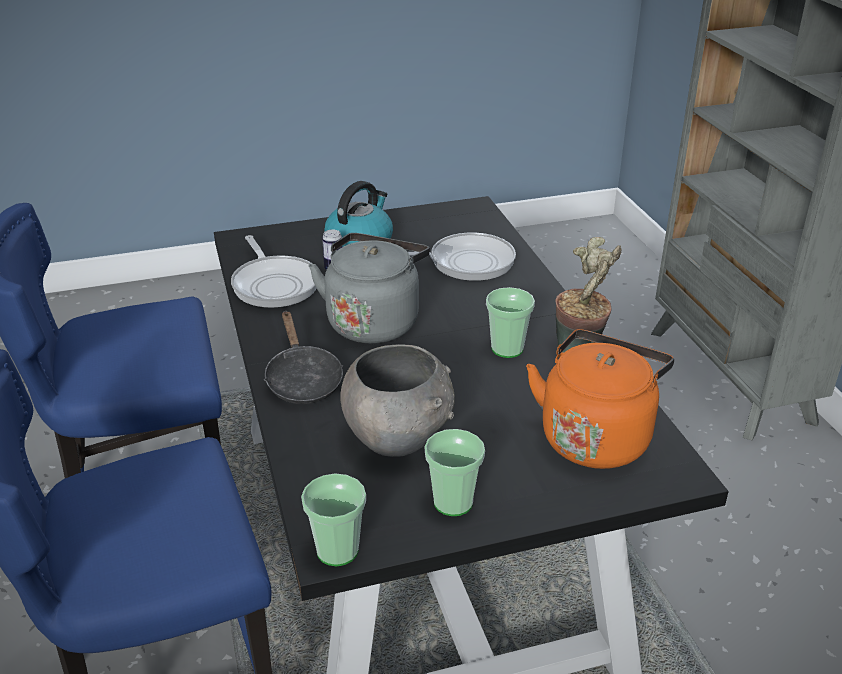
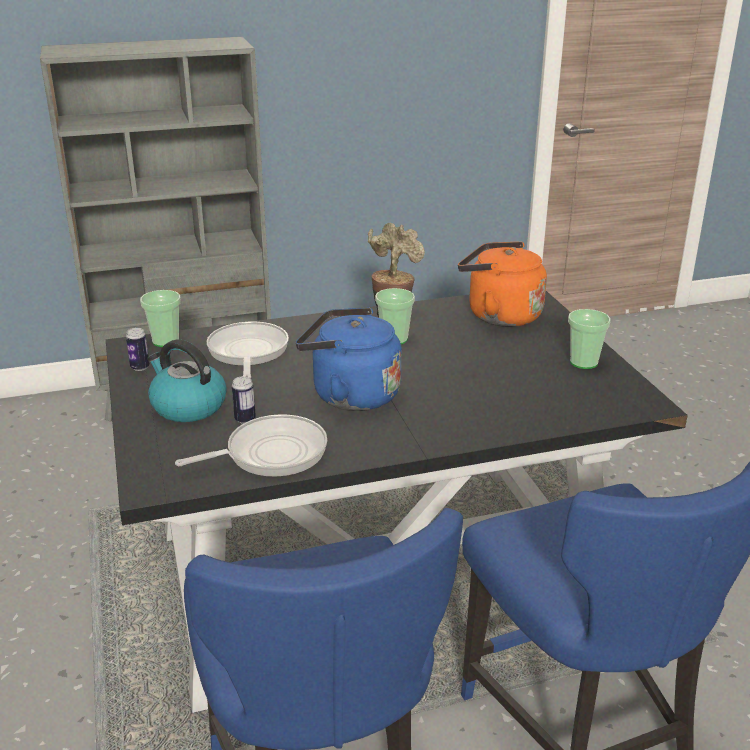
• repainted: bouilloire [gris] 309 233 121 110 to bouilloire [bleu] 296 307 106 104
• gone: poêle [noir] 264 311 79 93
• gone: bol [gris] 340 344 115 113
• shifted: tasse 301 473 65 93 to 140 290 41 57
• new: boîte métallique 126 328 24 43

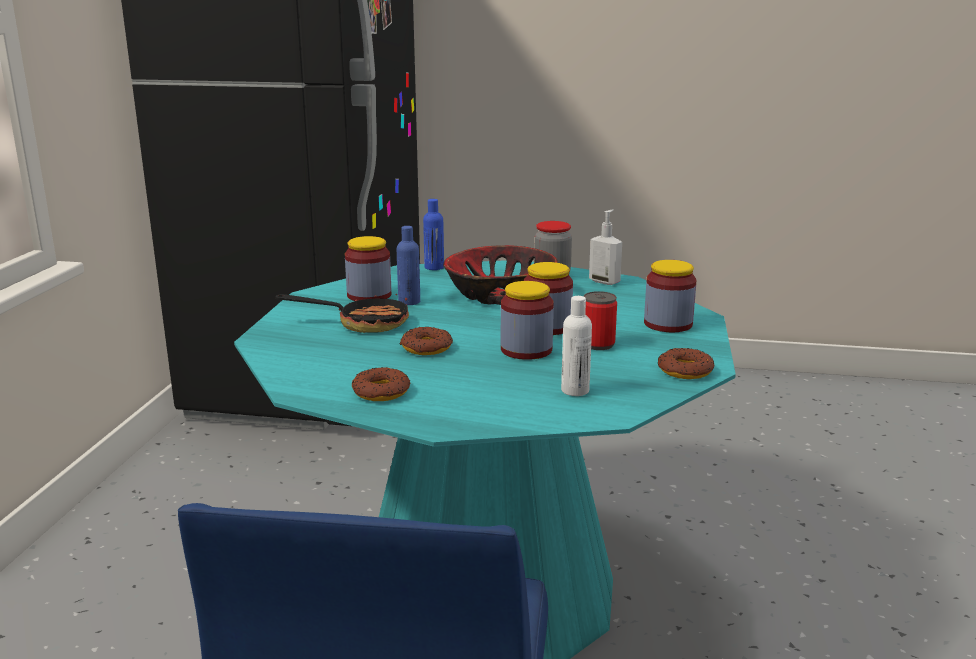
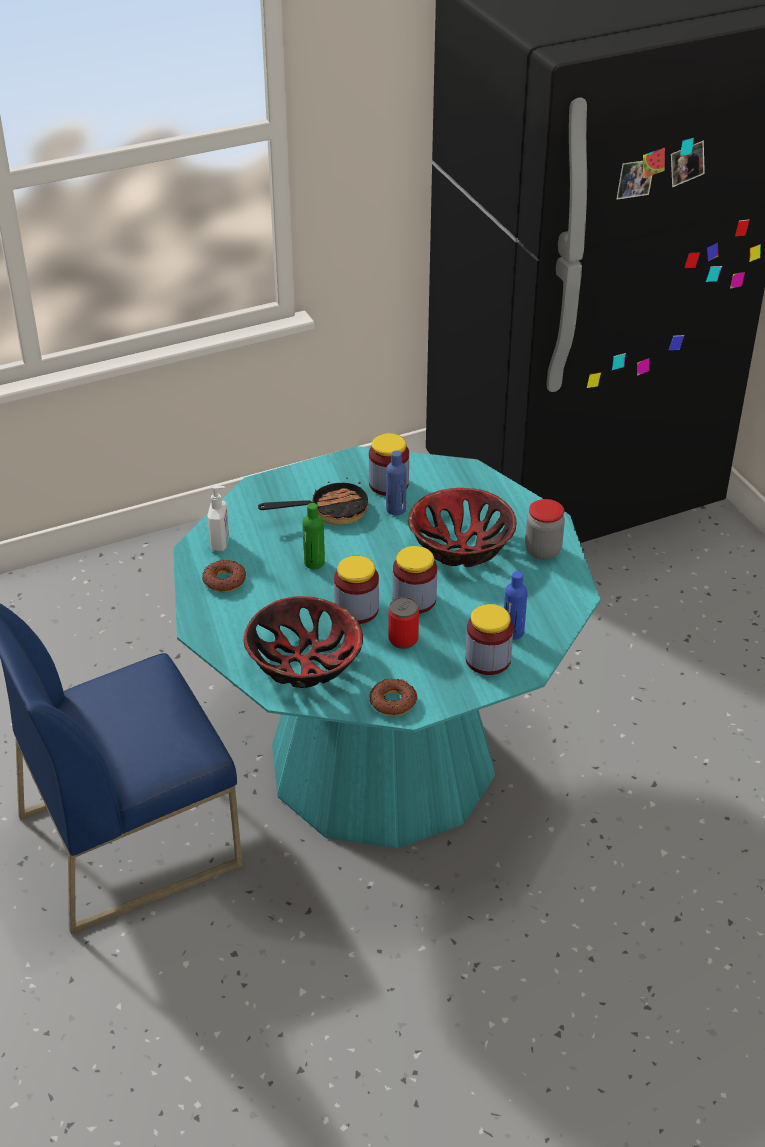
• shifted: bouteille [bleu] 423 199 21 71 to 504 571 23 69
• shifted: distributeur de savon 589 209 33 76 to 207 485 22 66
• rotated: poêle 275 294 134 39 = 258 477 111 48 75 degrees counterclockwise
• swapped: bouteille [blanc] 561 296 31 100 to bol 243 596 120 92
• swapped: beignet 399 327 54 28 to bouteille [vert] 302 503 23 66

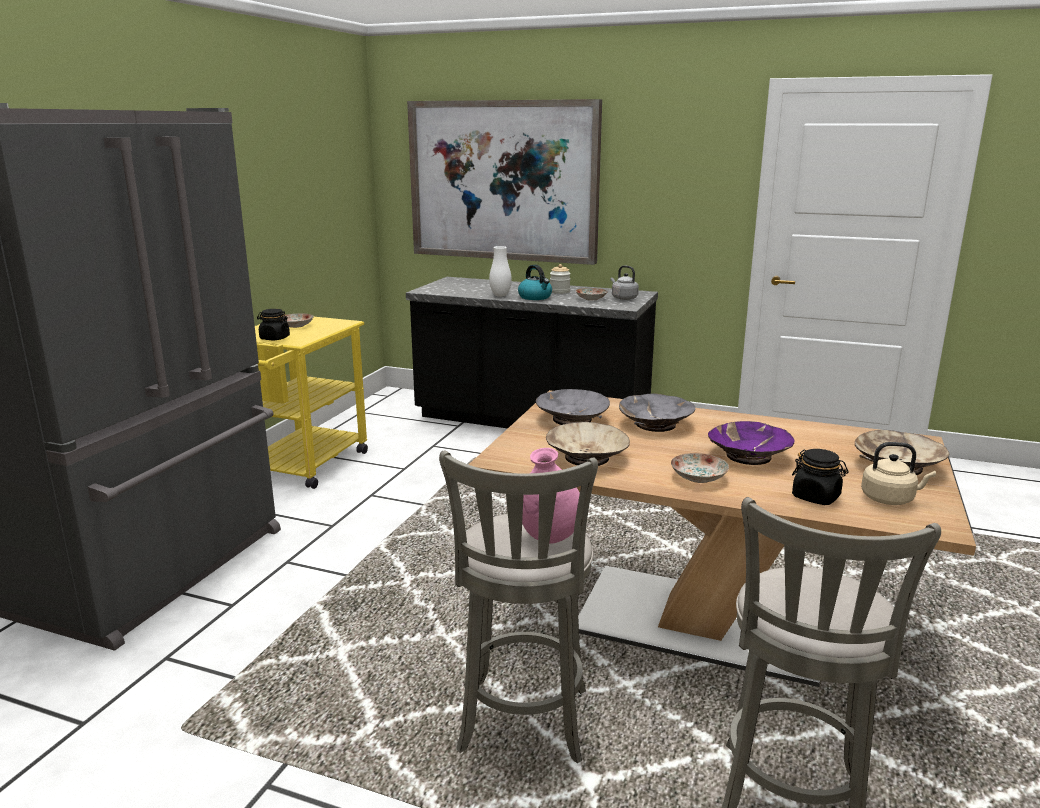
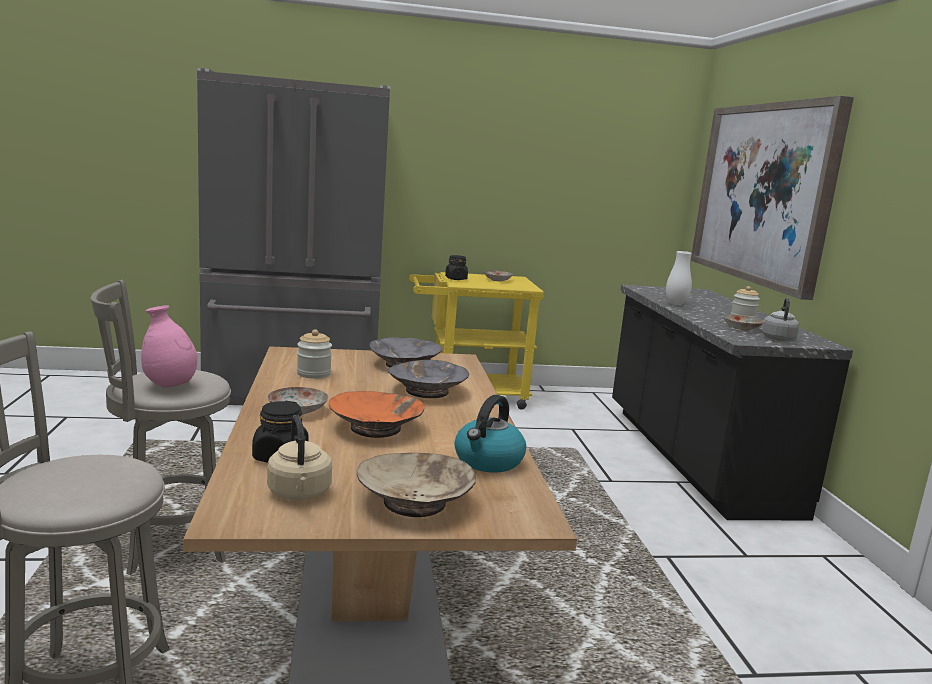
• shifted: bouilloire 518 265 34 35 to 455 395 71 77
• repainted: bol [violet] 708 421 87 44 to bol [orange] 329 391 96 47
• swapped: bol [beige] 546 422 84 44 to bocal 297 330 35 49

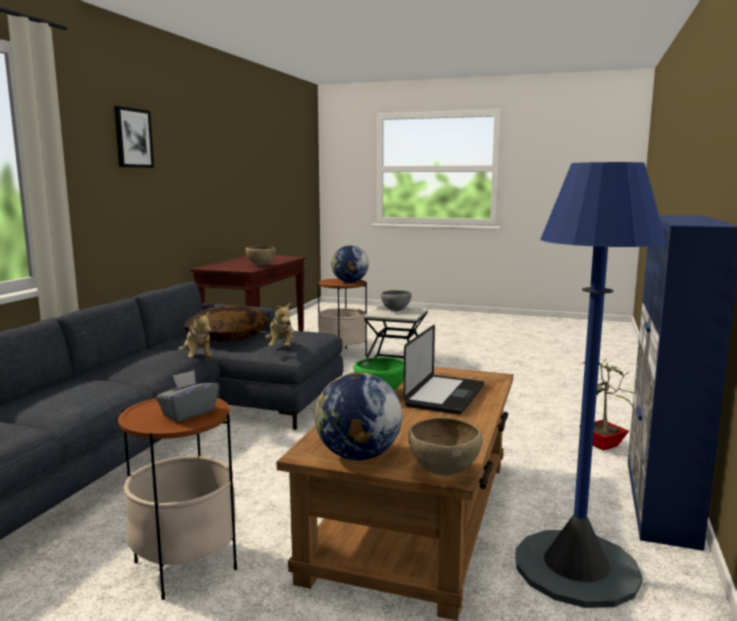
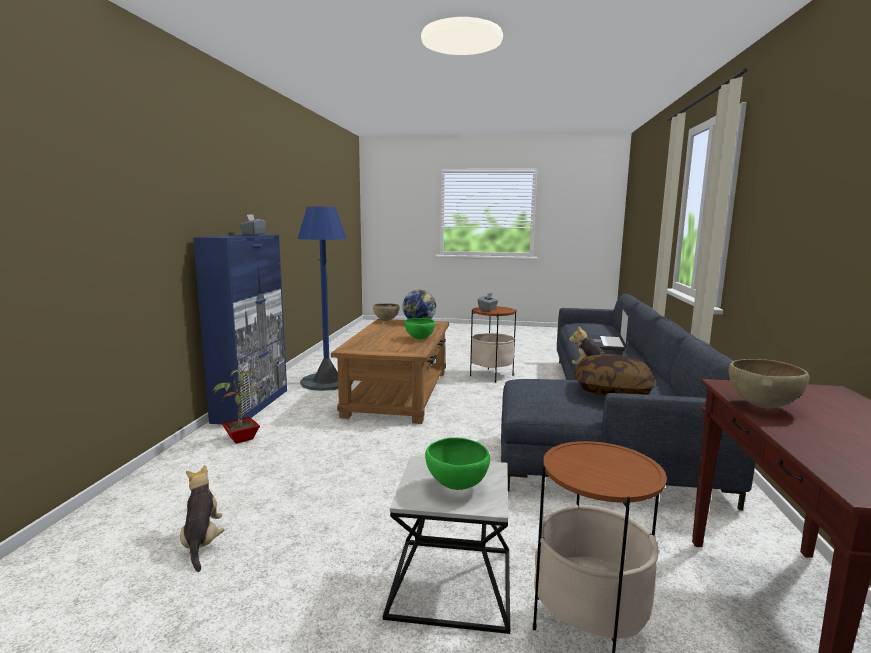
• gone: tableau 114 106 40 62
• gone: globe 331 245 38 38
• repainted: bol [gris] 381 290 31 21 to bol [vert] 425 437 65 53
• shifted: peluche 265 303 29 44 to 180 465 44 107
• shifted: ordinateur portable 403 325 81 90 to 588 307 41 44
• new: boîte à mouchoirs [gris] 239 214 27 21

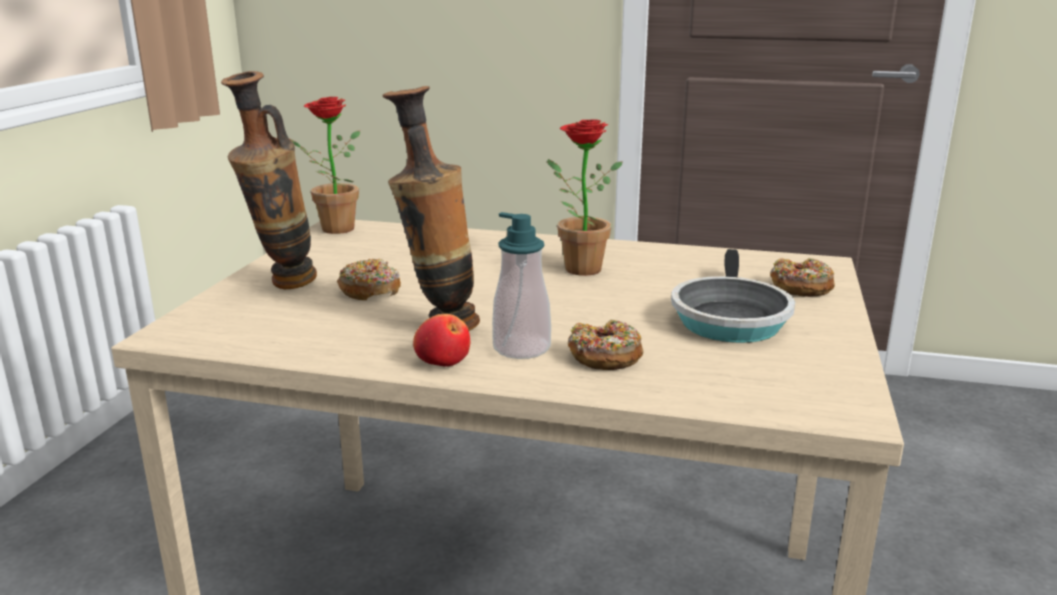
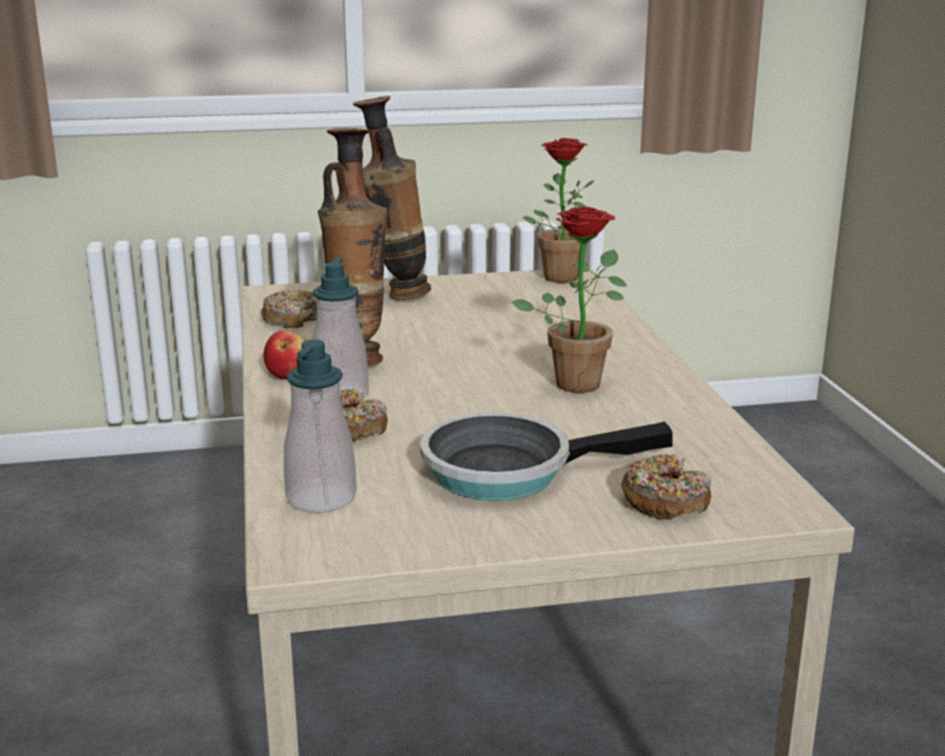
• shifted: beignet 337 259 64 41 to 261 289 56 40
• new: distributeur de savon 284 340 73 173

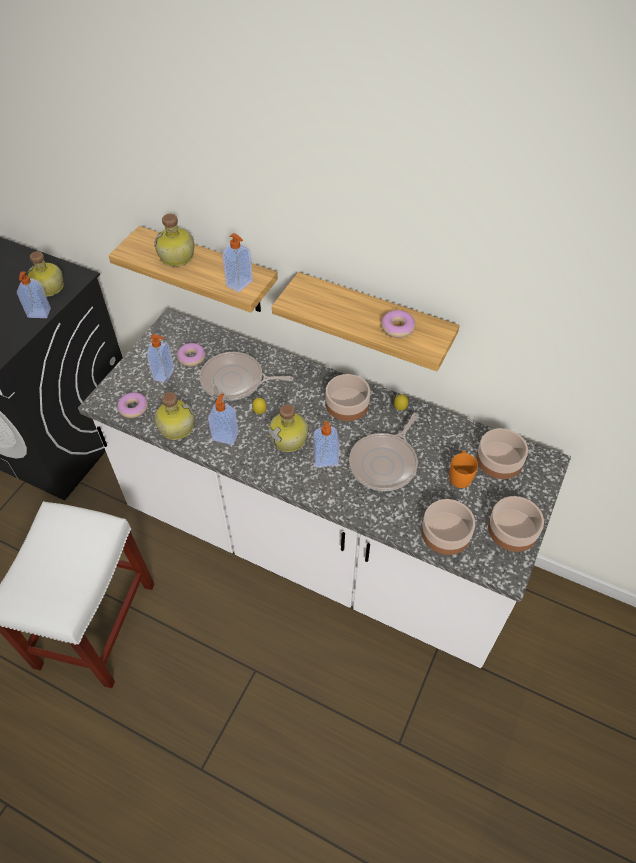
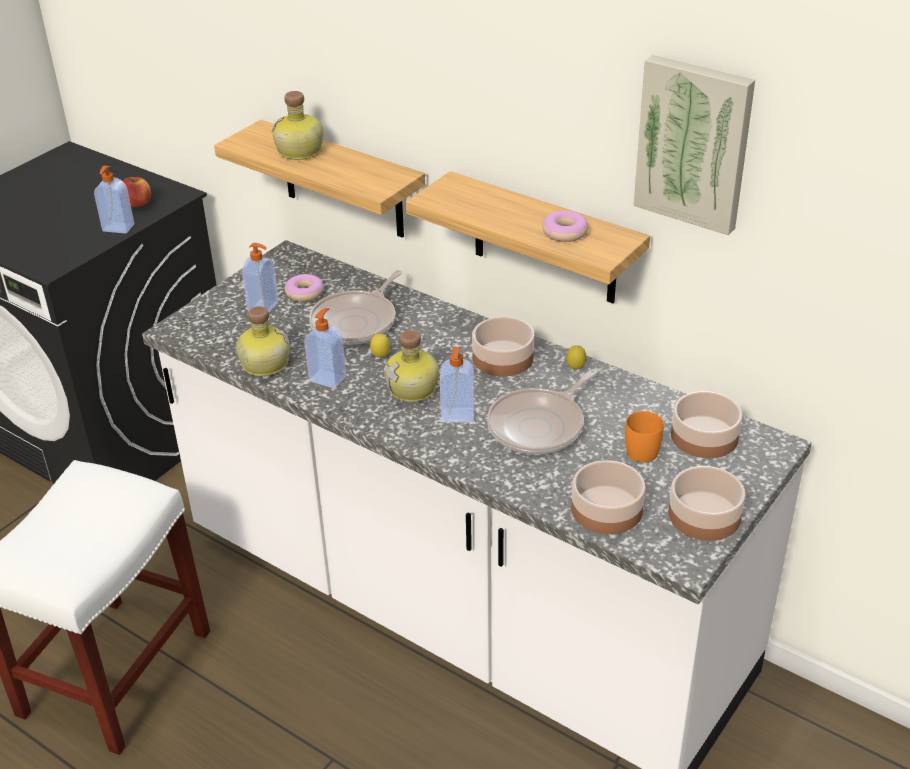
• gone: distributeur de savon 222 233 31 59
• swapped: bouteille 27 251 37 46 to pomme 123 177 28 30
• rotated: poêle 200 352 94 49 = 309 270 93 75 75 degrees counterclockwise
• gone: beignet 117 392 31 26
• new: tableau 634 55 121 180

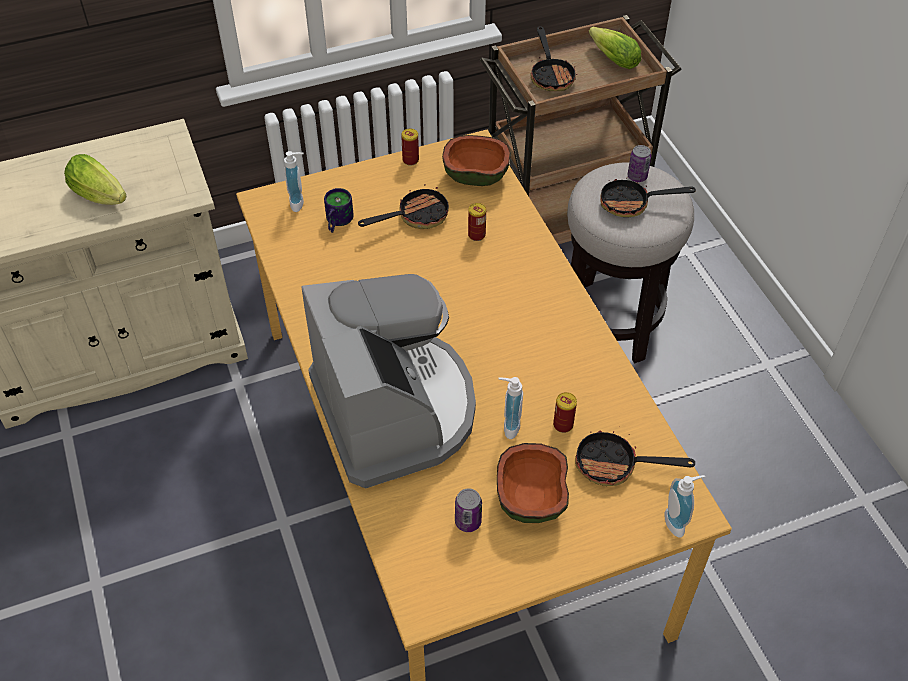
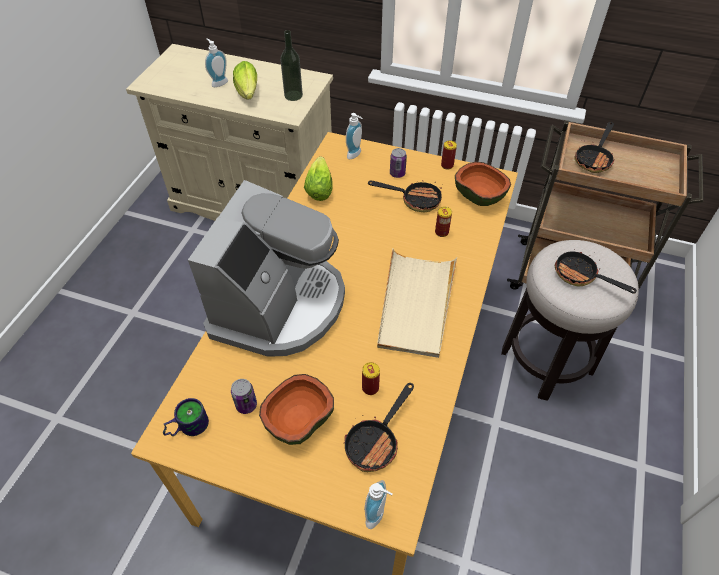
• shifted: laitue 589 27 52 42 to 304 156 29 45
• shifted: boîte métallique 627 145 24 37 to 390 148 17 30
• shifted: mug 324 188 30 45 to 163 398 46 38
• shifted: distributeur de savon 498 377 25 62 to 205 38 23 49
• rotated: poêle 575 430 120 56 = 344 383 70 89 105 degrees counterclockwise
• new: bouteille 280 30 23 71
• new: plateau [beige] 377 248 80 110

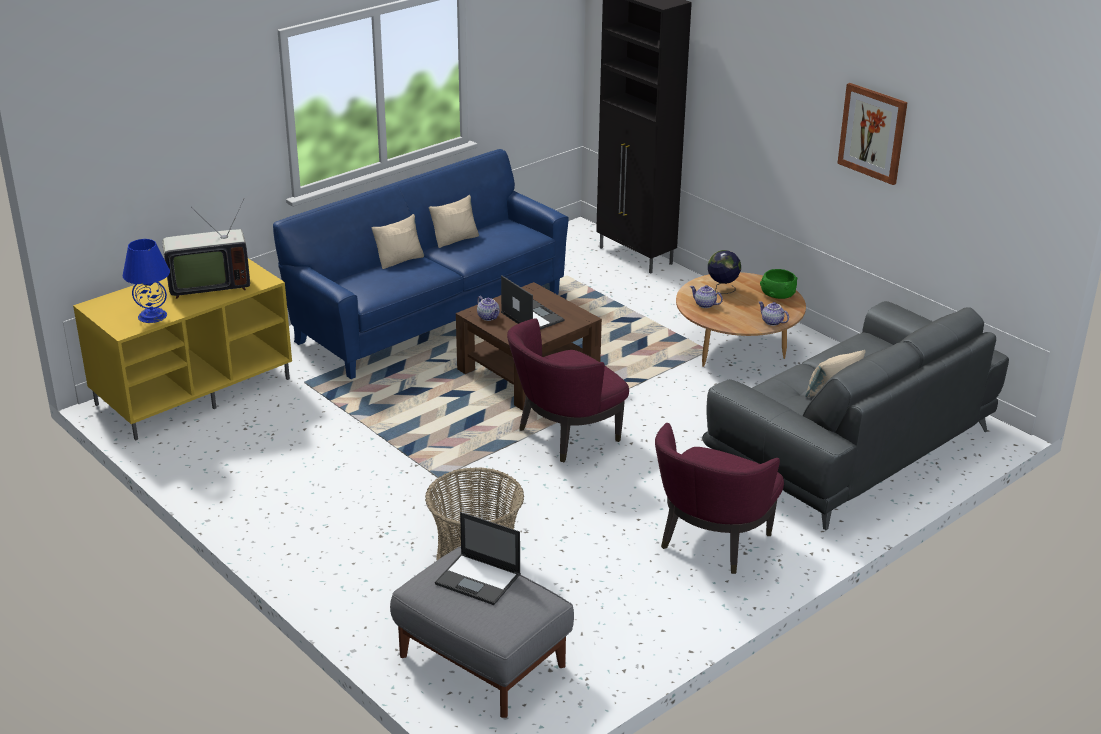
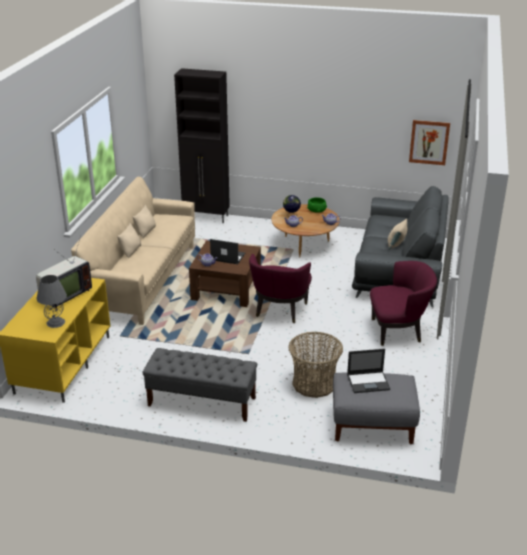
• shifted: tableau 837 83 71 102 to 409 120 41 45
• repainted: canapé [bleu] 273 149 296 230 to canapé [beige] 71 177 124 148
• repainted: lampe de table [bleu] 123 239 47 84 to lampe de table [gris] 37 275 30 53
• rotated: fauteuil [violet] 655 423 129 151 = 370 261 67 85 90 degrees counterclockwise
• new: banc [gris] 143 348 114 74

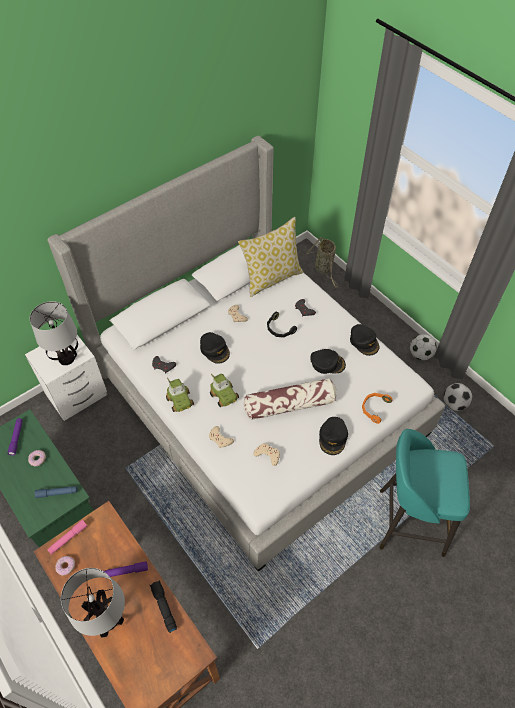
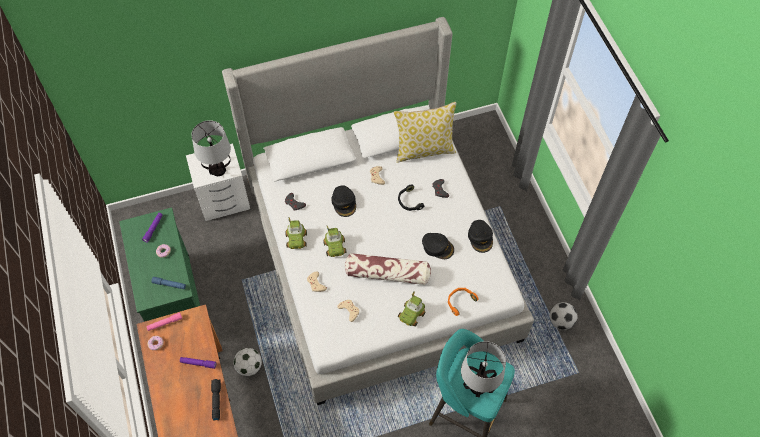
• gone: panier 305 237 33 51
• shifted: ballon de foot 410 334 27 26 to 233 348 29 28
• swapped: casquette [noir] 319 417 29 38 to petite voiture 398 291 27 36
• shifted: lampe de table 61 568 64 69 to 461 341 45 56

